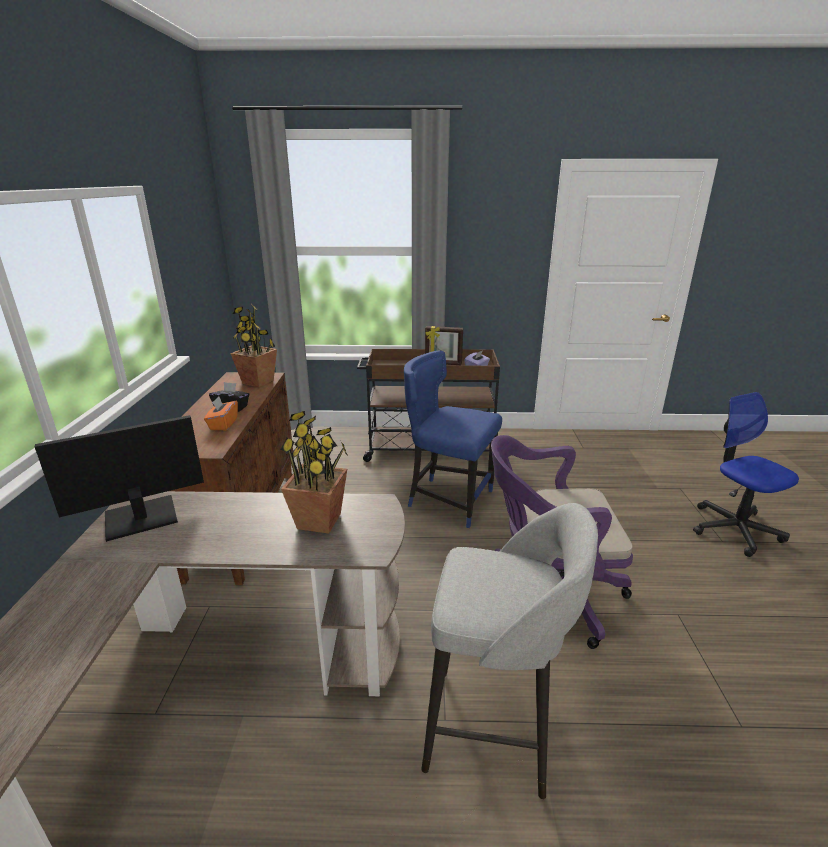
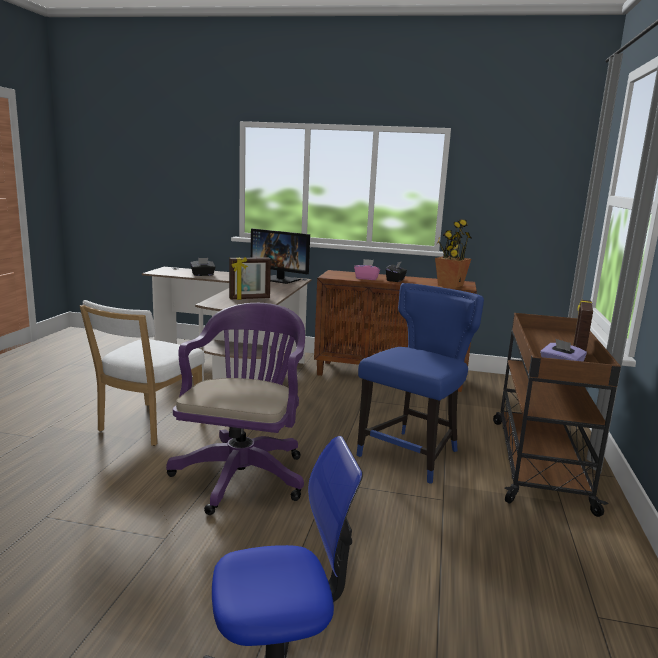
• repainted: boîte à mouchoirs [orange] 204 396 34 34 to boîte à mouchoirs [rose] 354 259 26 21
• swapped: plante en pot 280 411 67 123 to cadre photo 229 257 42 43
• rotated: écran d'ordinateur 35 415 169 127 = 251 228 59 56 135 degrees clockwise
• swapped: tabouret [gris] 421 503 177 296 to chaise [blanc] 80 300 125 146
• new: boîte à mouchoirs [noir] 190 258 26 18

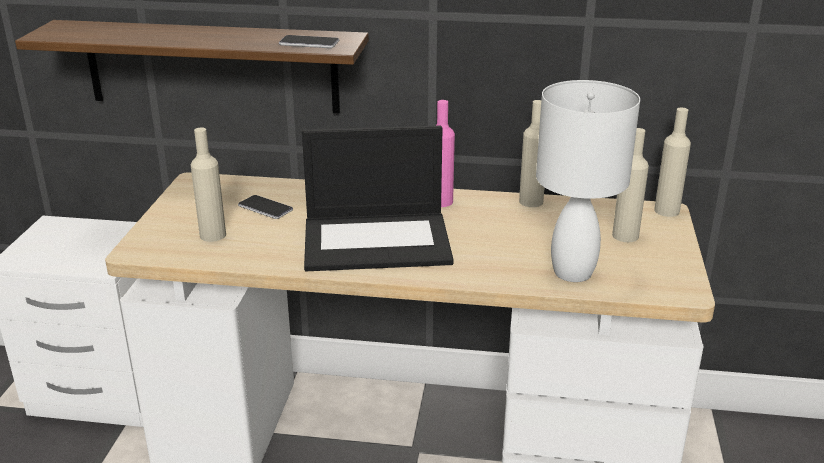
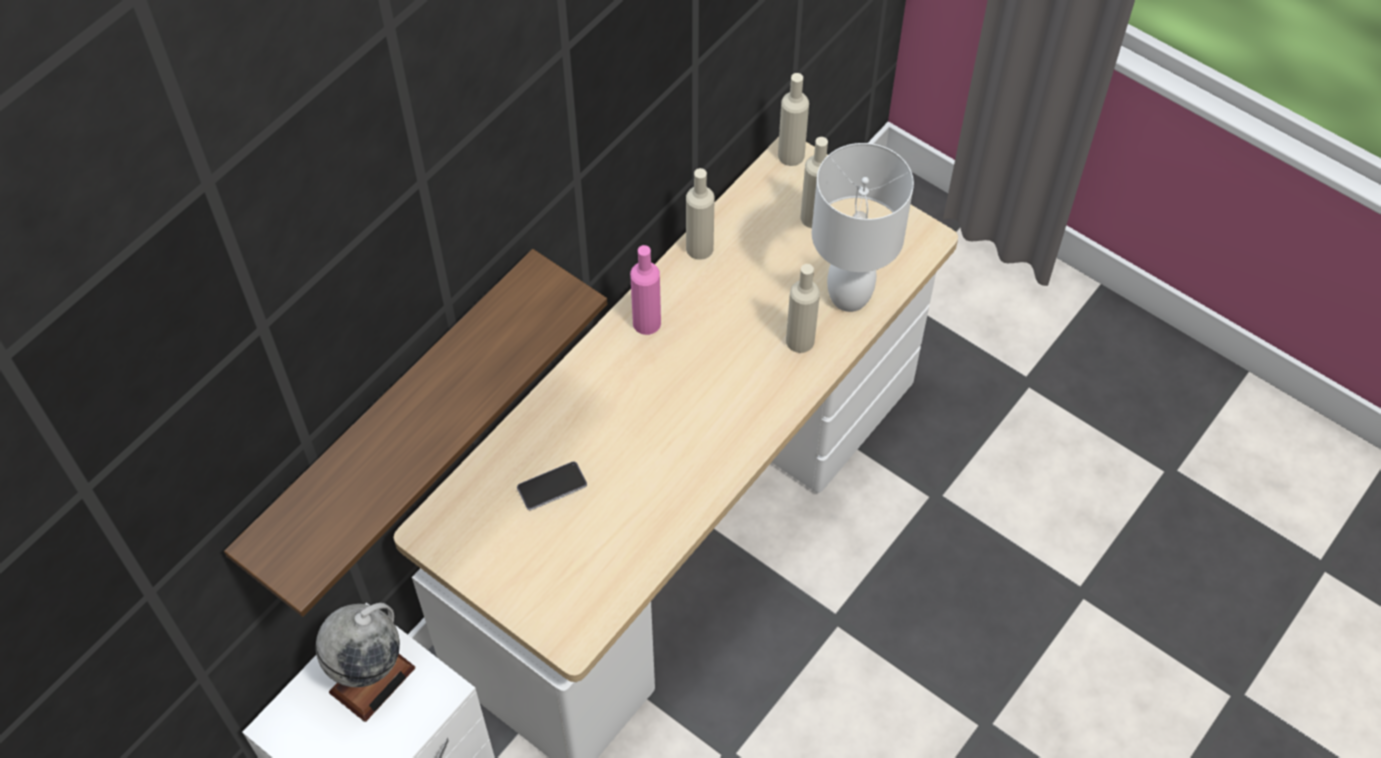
• gone: téléphone 279 35 60 13
• gone: ordinateur portable 302 126 152 145
• shifted: bouteille [beige] 191 127 35 115 to 786 264 34 89
• new: globe 316 603 99 119

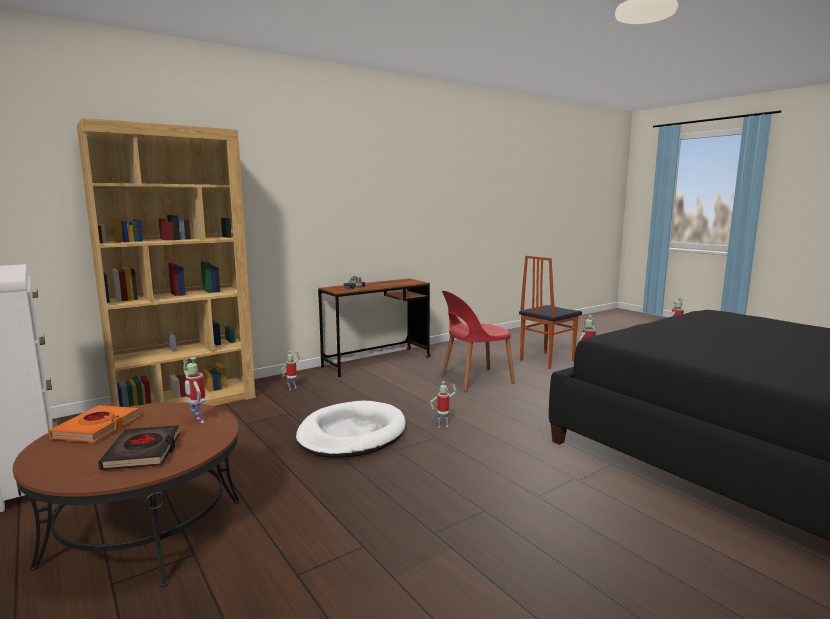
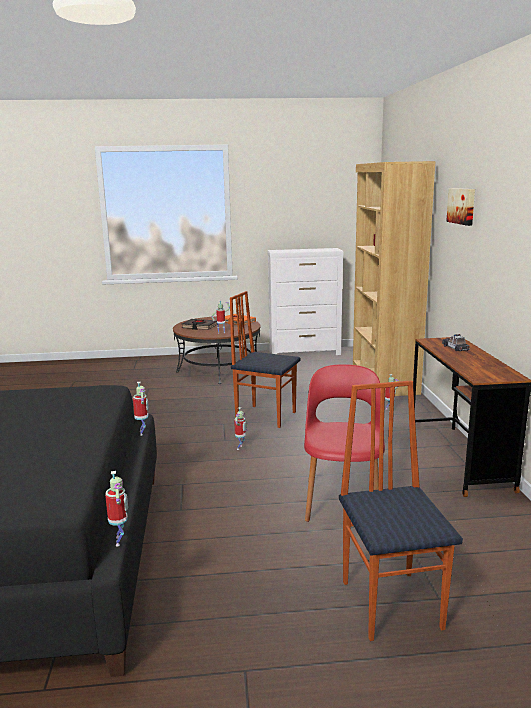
• swapped: panier pour chien [blanc] 296 401 110 57 to chaise 230 291 70 137
• new: tableau 446 188 29 38

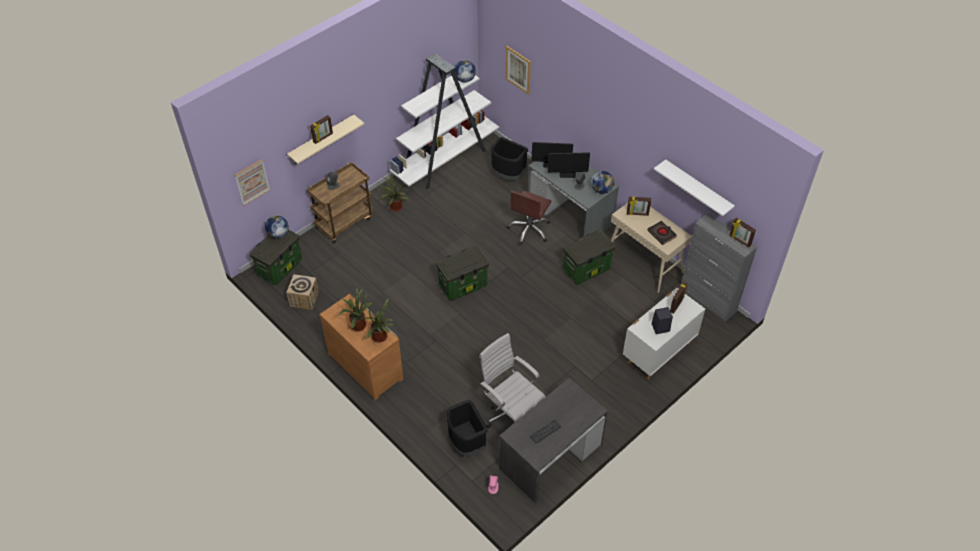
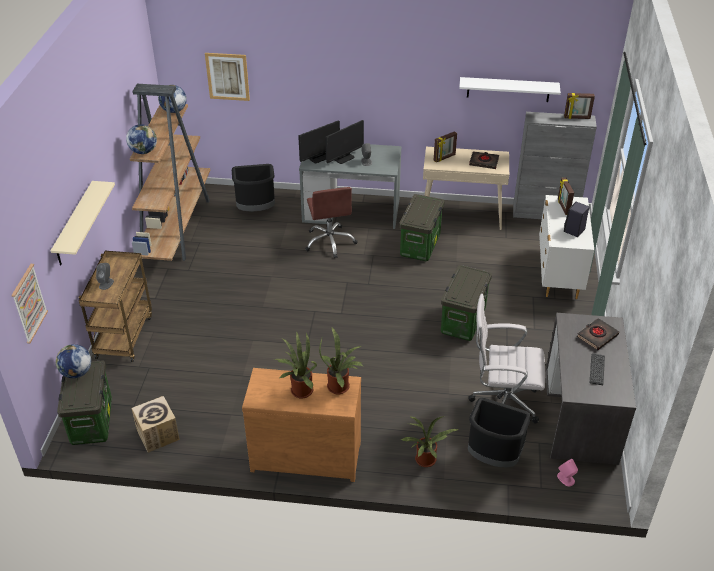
• repainted: bibliothèque [blanc] 390 53 109 136 to bibliothèque [marron] 130 84 80 177
• gone: cadre photo 310 115 23 29
• shifted: globe 591 171 23 23 to 126 124 31 30
• shifted: plante en pot 377 174 32 38 to 401 416 58 51
• shifted: boîte de rangement 436 246 53 55 to 441 265 51 76
• new: livre [noir] 577 318 42 32

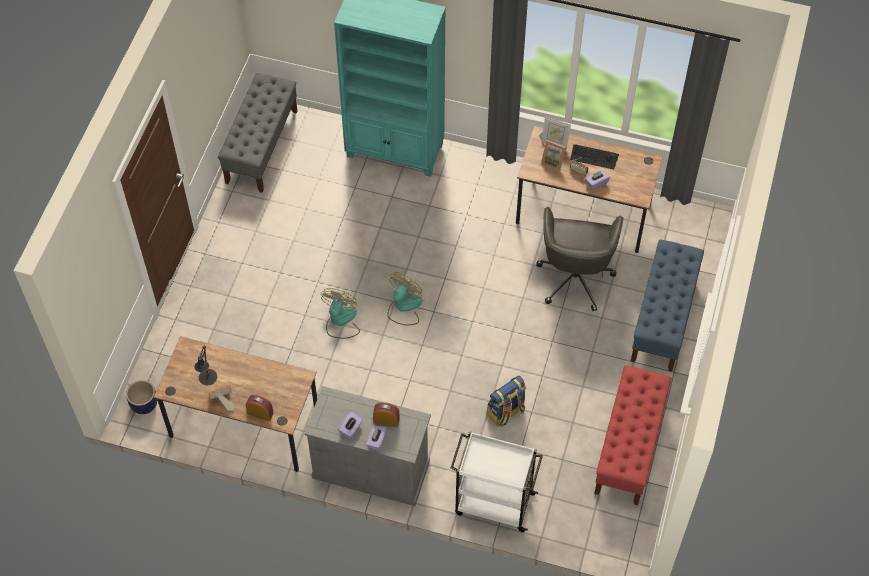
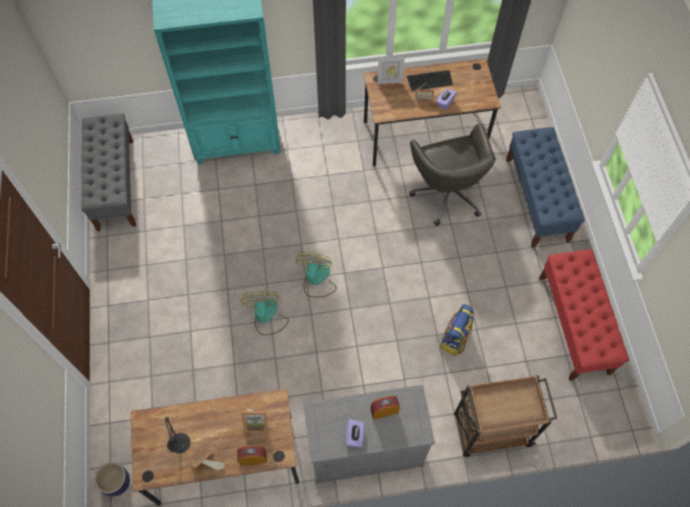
• shifted: cadre photo 541 140 25 31 to 241 409 28 24
• gone: boîte à mouchoirs [violet] 366 425 22 26
• repainted: chariot [blanc] 451 431 92 101 to chariot [marron] 454 375 103 82

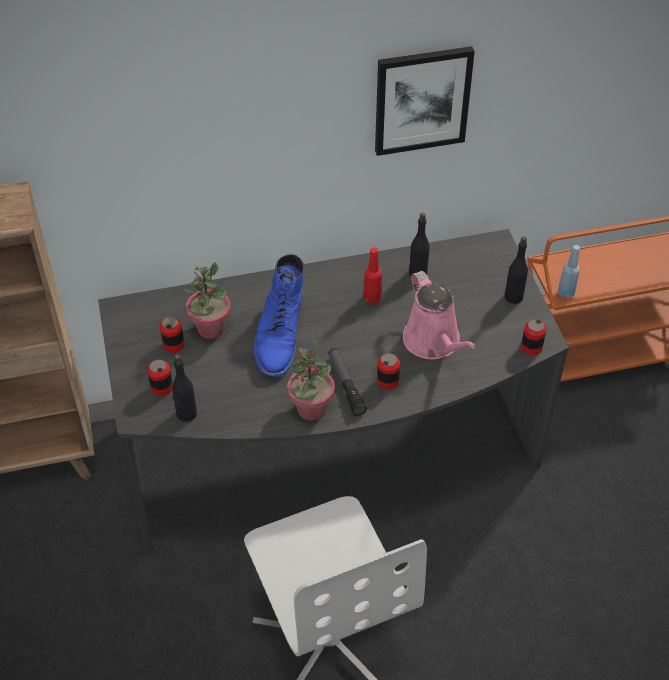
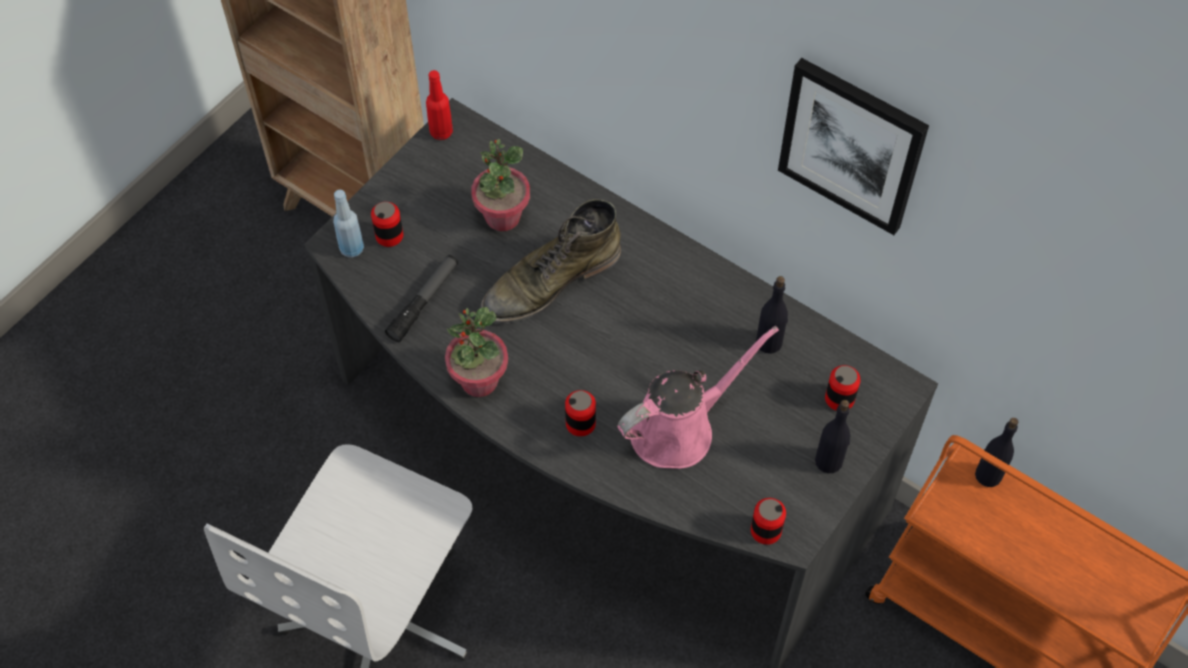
• shifted: bouteille [bleu] 558 245 22 53 to 333 190 31 68
• shifted: bouteille [rouge] 363 247 19 57 to 426 70 27 70
• repainted: botte [bleu] 254 254 50 123 to botte [vert] 481 199 140 125
• rotated: arrosoir [rose] 403 271 73 88 = 618 326 161 143 150 degrees counterclockwise
• shifted: boîte métallique 160 317 24 36 to 825 365 36 45
• shifted: lampe de poche 328 348 39 68 to 385 255 73 87
• shifted: bouteille [noir] 172 354 25 68 to 975 418 43 69

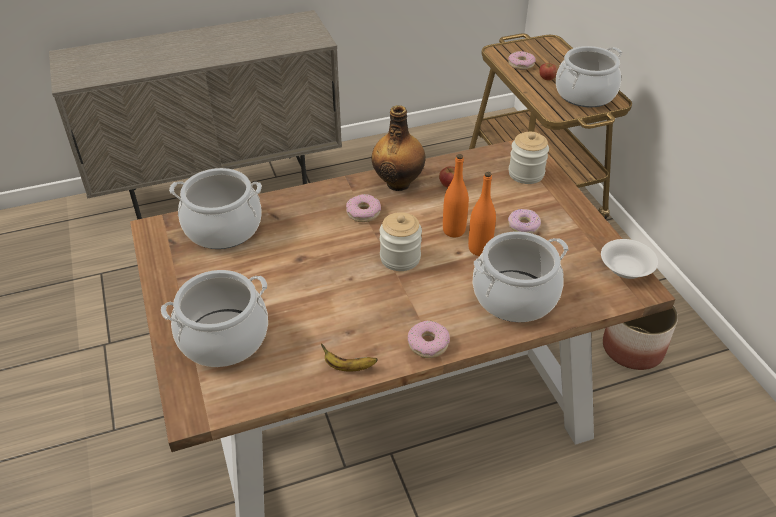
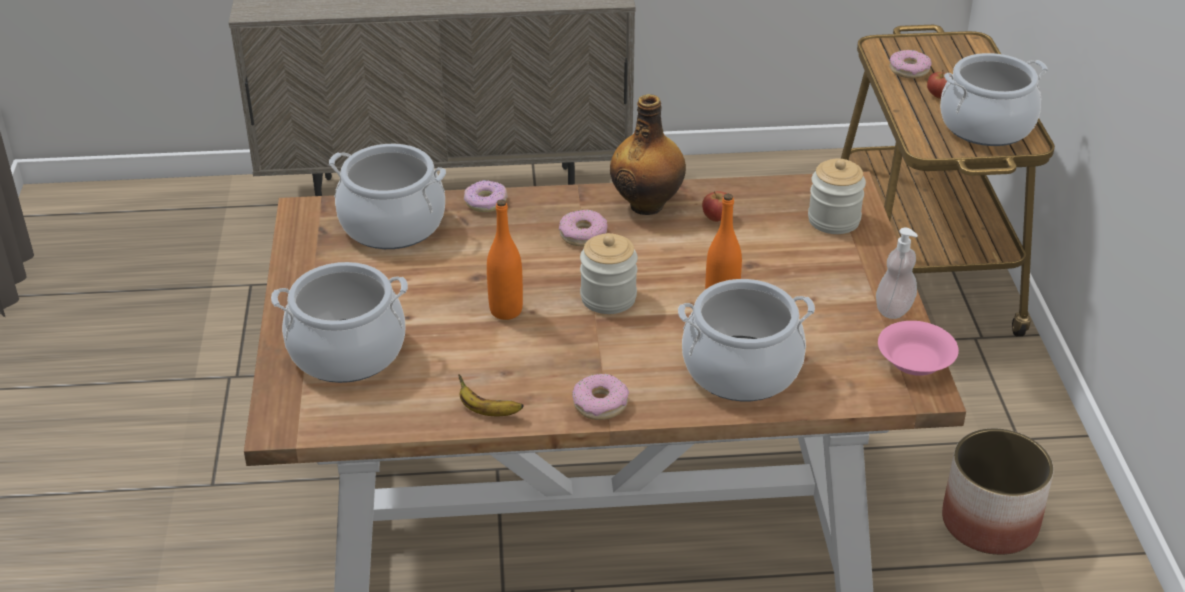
• shifted: bouteille [orange] 443 154 26 83 to 487 199 36 121
• shifted: beignet 508 209 33 25 to 464 180 44 32
• repainted: bol [blanc] 601 239 57 40 to bol [rose] 878 321 81 55
• new: distributeur de savon 876 228 42 91

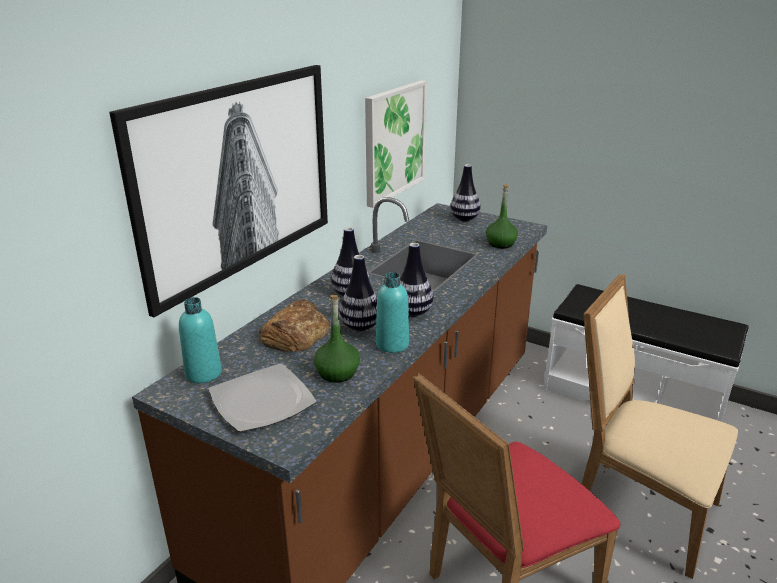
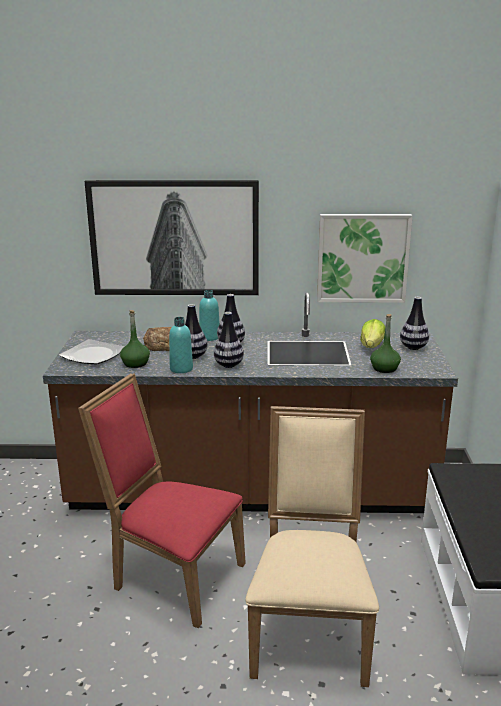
• shifted: bouteille [turquoise] 179 297 43 86 to 199 290 21 51
• new: laitue 360 319 25 29

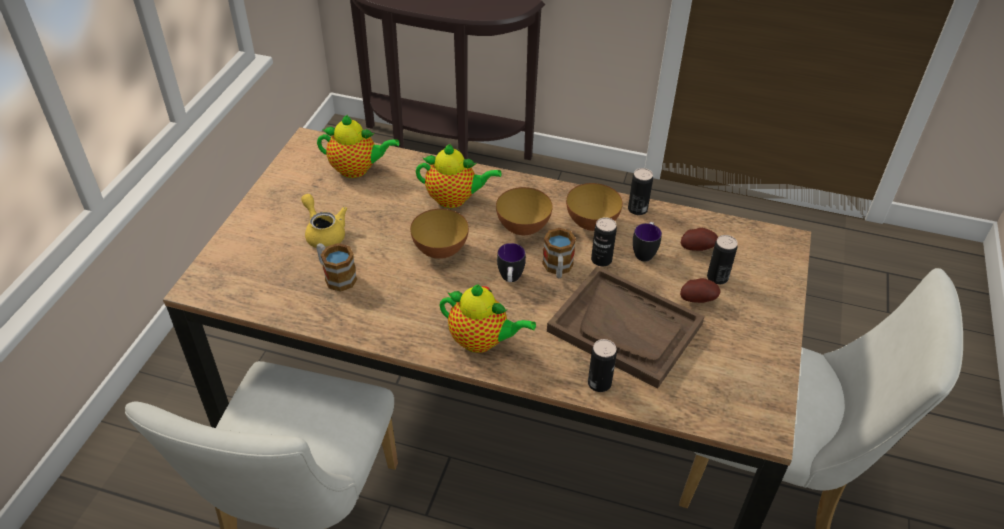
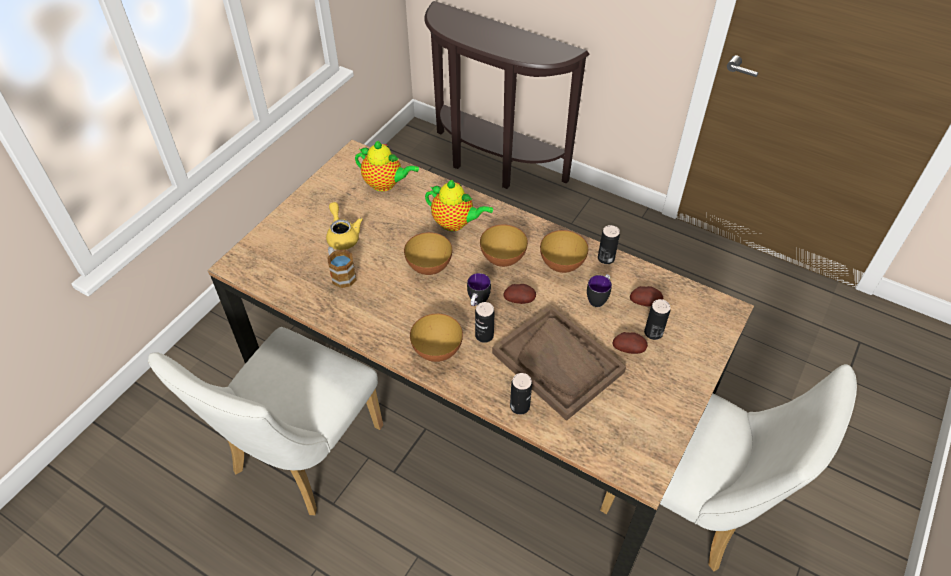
• shifted: boîte métallique 591 217 26 49 to 475 302 20 41
• swapped: mug 542 228 34 50 to pomme de terre 504 284 32 20
• swapped: théière 440 284 96 69 to bol 410 314 53 48

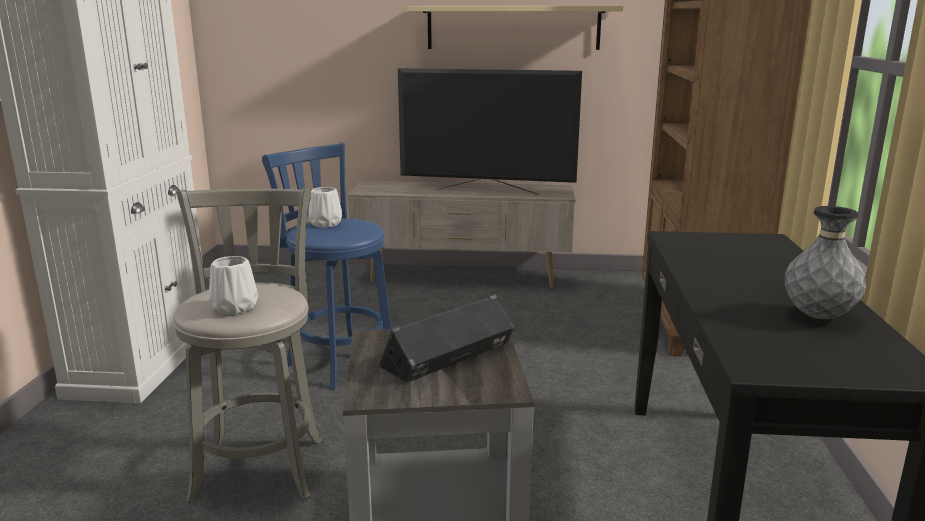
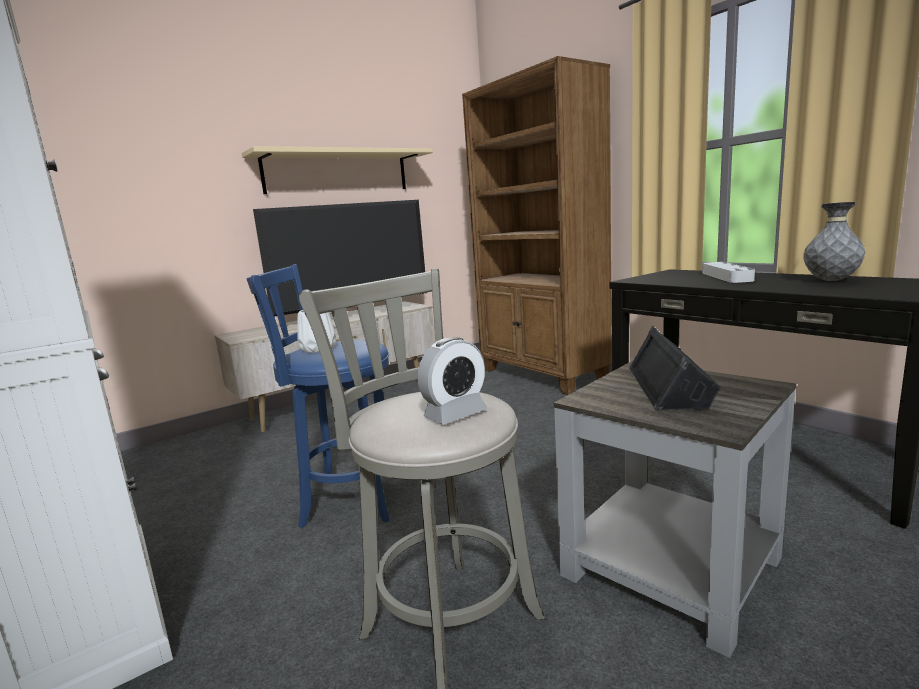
• swapped: vase [blanc] 209 256 49 58 to réveil 418 337 69 87
• new: plateau [gris] 703 262 52 21

